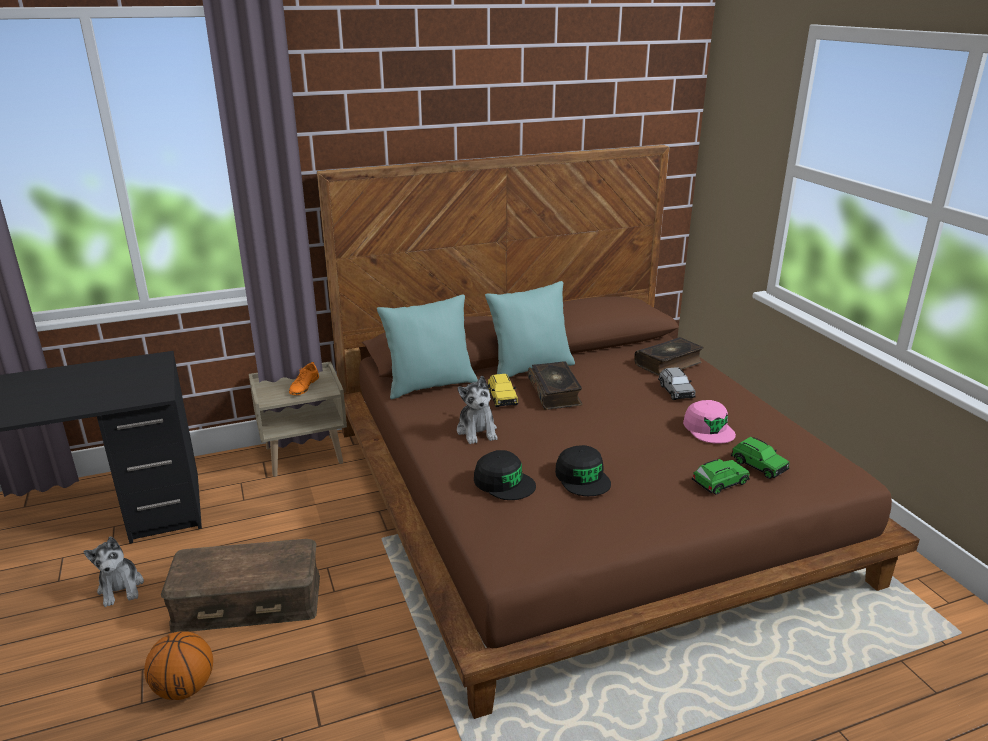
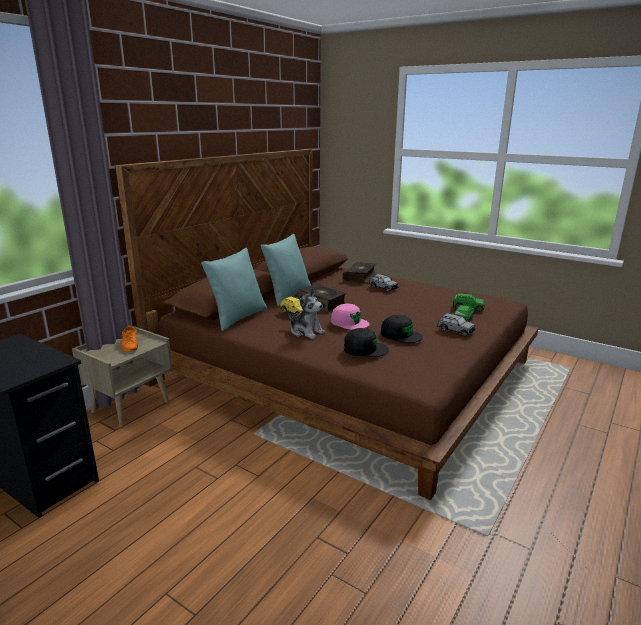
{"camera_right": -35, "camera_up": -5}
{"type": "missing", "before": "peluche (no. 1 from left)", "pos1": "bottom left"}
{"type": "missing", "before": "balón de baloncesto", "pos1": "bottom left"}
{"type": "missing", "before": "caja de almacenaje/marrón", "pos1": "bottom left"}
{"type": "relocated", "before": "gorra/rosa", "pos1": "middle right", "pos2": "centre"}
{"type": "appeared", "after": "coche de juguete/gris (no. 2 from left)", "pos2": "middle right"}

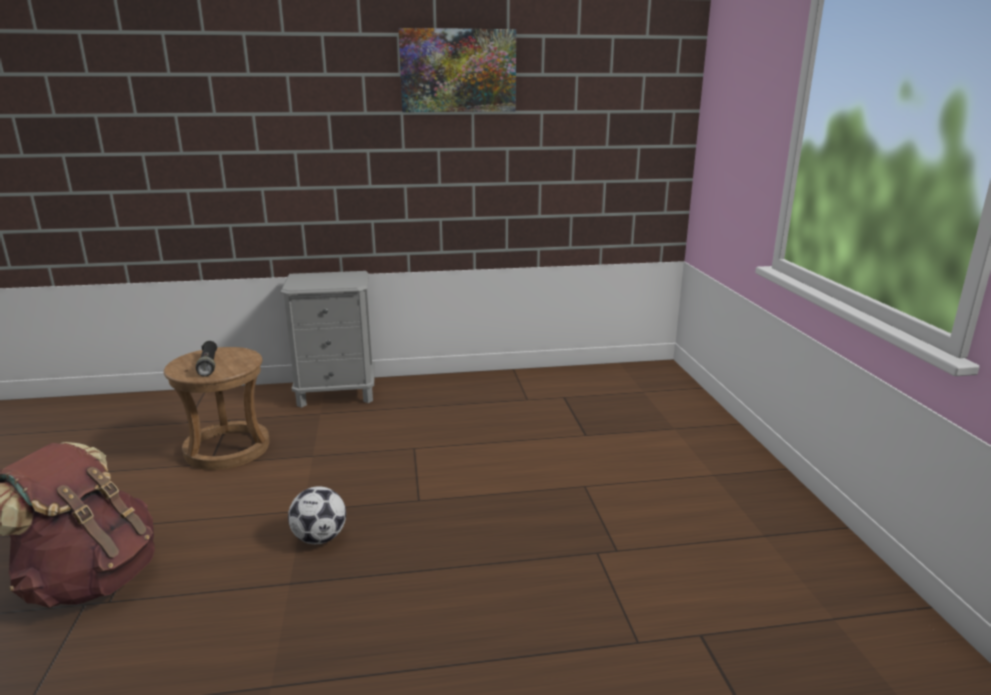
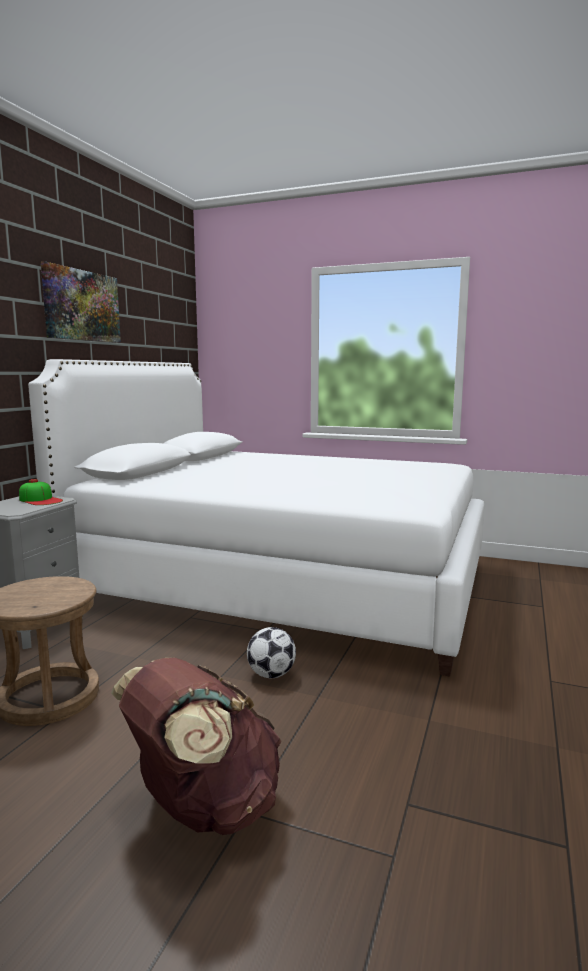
{"camera_right": -60, "camera_up": -10}
{"type": "missing", "before": "linterna/negro", "pos1": "middle left"}
{"type": "appeared", "after": "gorra", "pos2": "middle left"}
{"type": "appeared", "after": "cama/blanco", "pos2": "centre"}

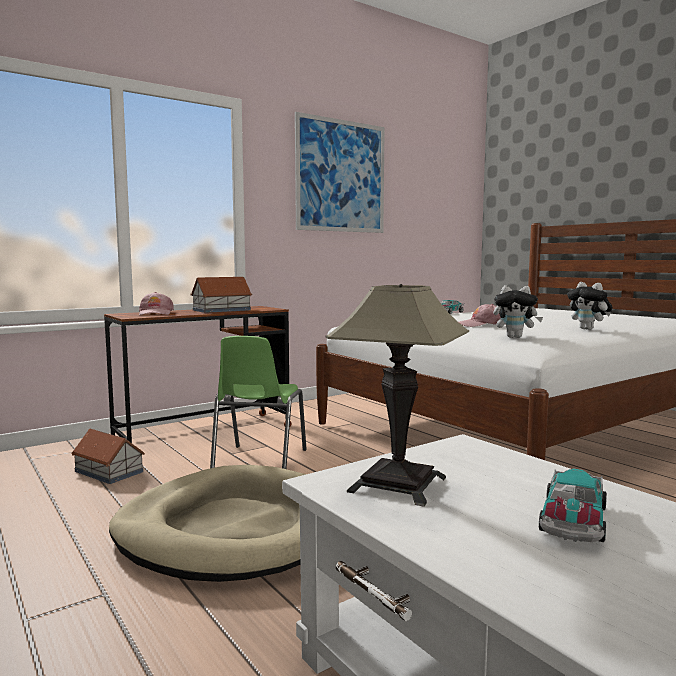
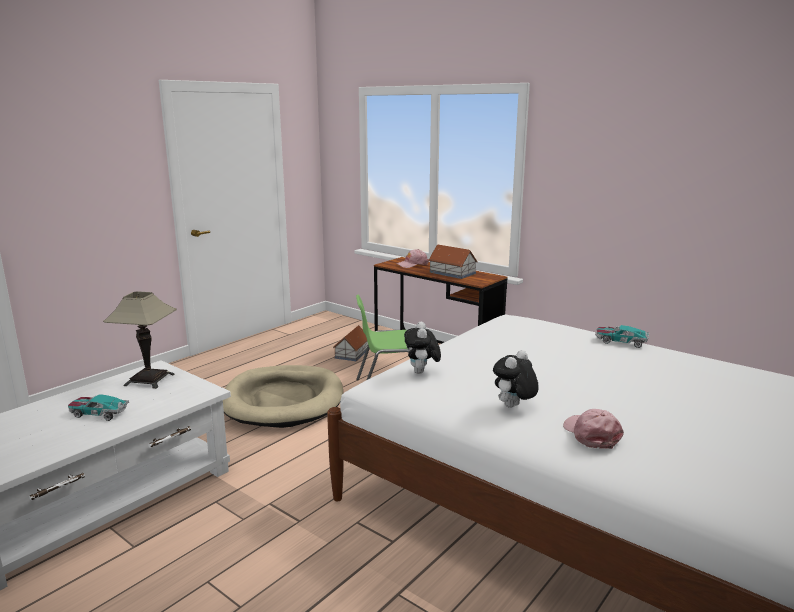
{"camera_right": 75, "camera_up": 10}
{"type": "missing", "before": "cuadro", "pos1": "top centre"}
{"type": "relocated", "before": "gorra/rosa (no. 2 from left)", "pos1": "middle right", "pos2": "bottom right"}

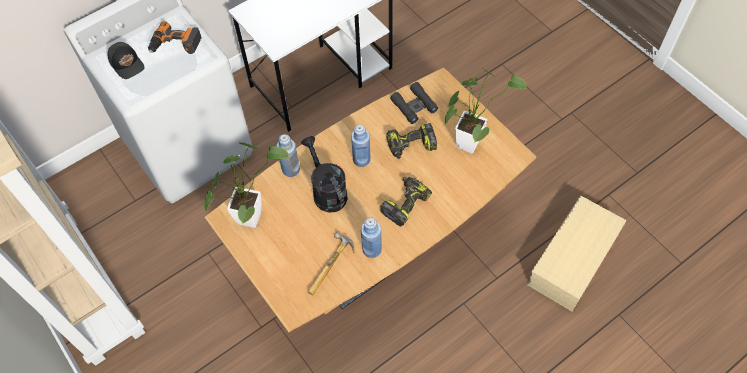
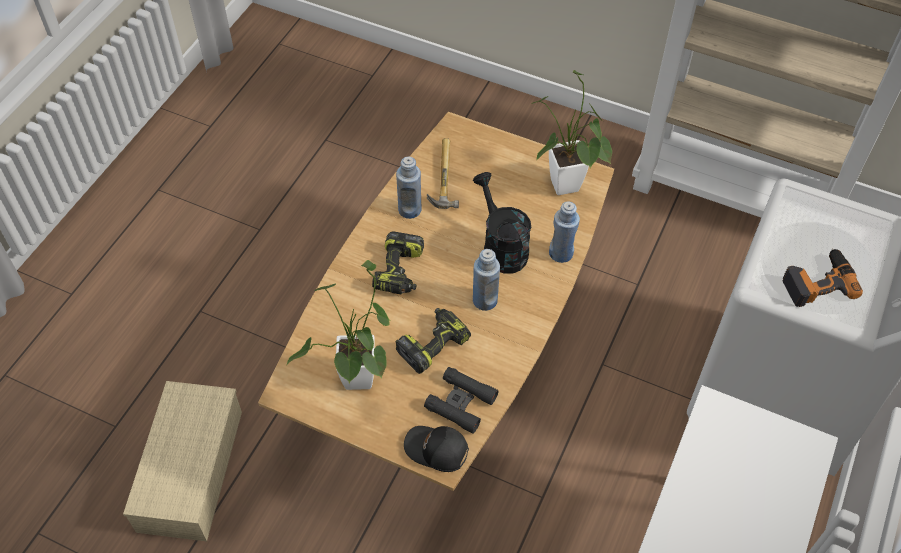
{"camera_right": 150, "camera_up": -5}
{"type": "relocated", "before": "gorra/negro", "pos1": "top left", "pos2": "bottom centre"}
{"type": "spun", "before": "regadera/negro", "pos1": "centre", "pos2": "centre", "turn": -150}

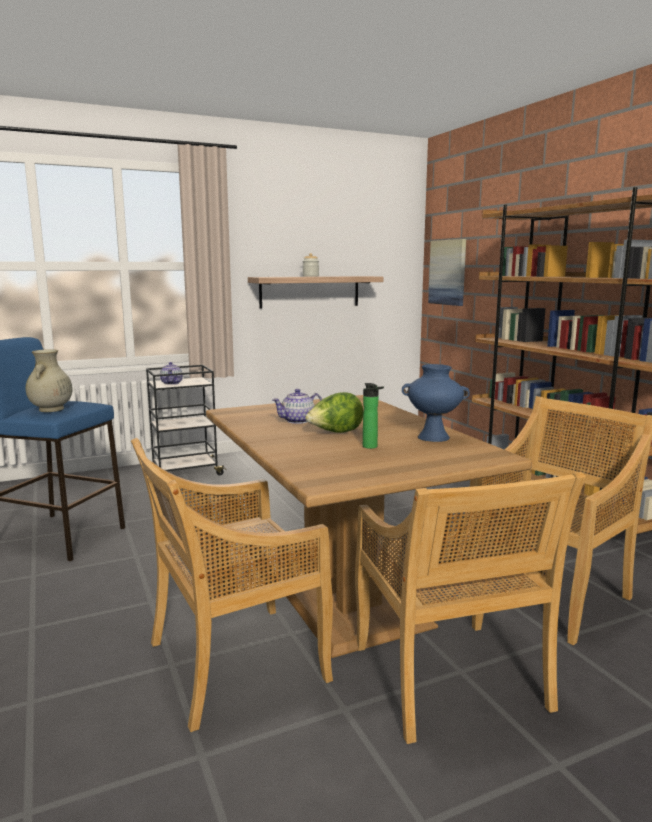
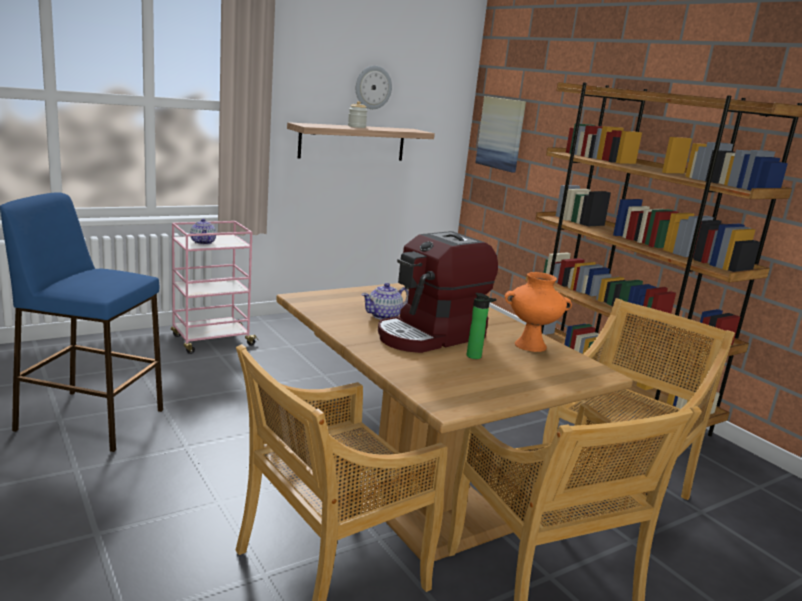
{"camera_right": -10, "camera_up": 5}
{"type": "missing", "before": "florero/beis", "pos1": "middle left"}
{"type": "colour", "before": "carrito/negro", "after": "carrito/rosa", "pos1": "middle left", "pos2": "middle left"}
{"type": "exchanged", "before": "lechuga", "after": "cafetera", "pos1": "centre", "pos2": "centre"}
{"type": "colour", "before": "florero/azul", "after": "florero/naranja", "pos1": "middle right", "pos2": "middle right"}
{"type": "appeared", "after": "reloj de pared", "pos2": "top centre"}

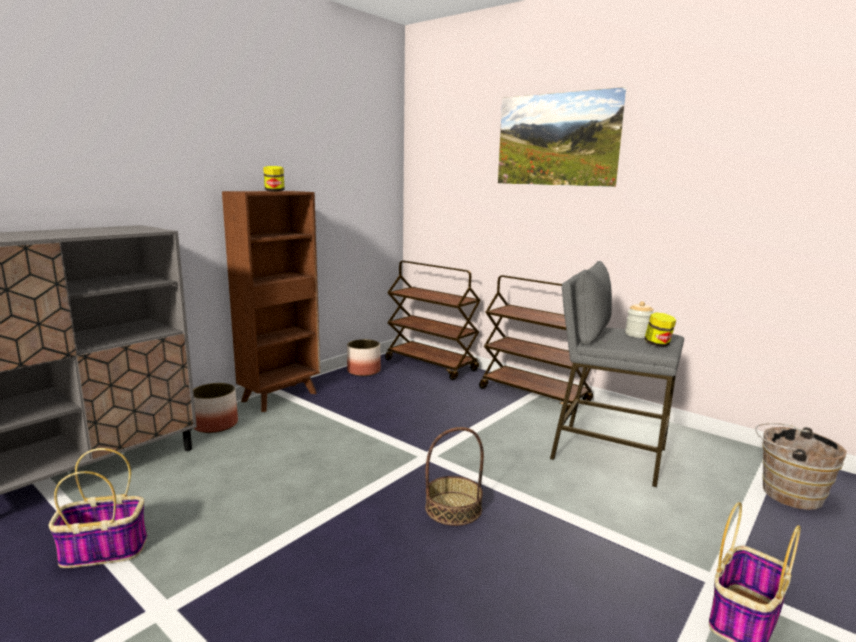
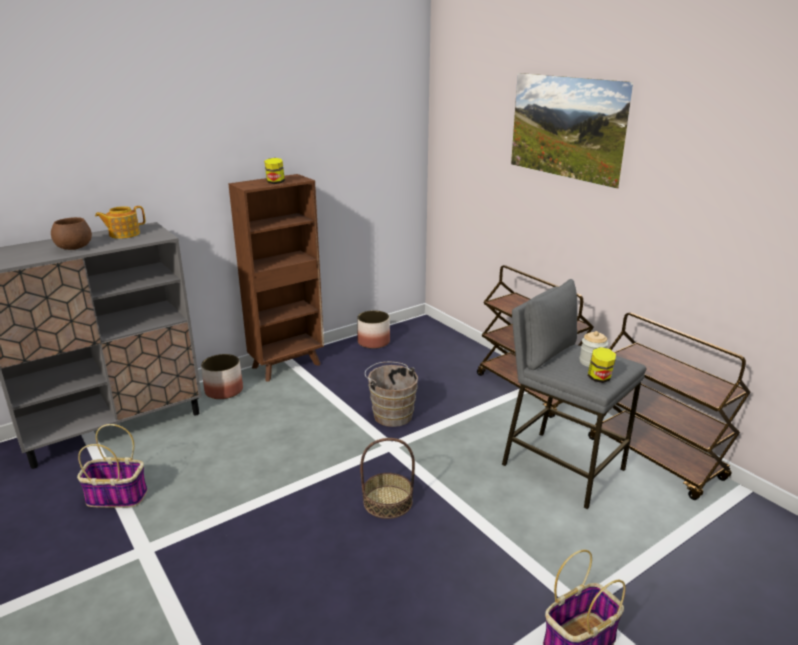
{"camera_right": 15, "camera_up": 10}
{"type": "relocated", "before": "carrito/marrón (no. 1 from left in the first image)", "after": "carrito/marrón (no. 2 from left)", "pos1": "centre", "pos2": "middle right"}
{"type": "relocated", "before": "cubo/marrón", "pos1": "bottom right", "pos2": "centre"}
{"type": "appeared", "after": "cuenco/marrón", "pos2": "middle left"}
{"type": "appeared", "after": "tetera", "pos2": "middle left"}

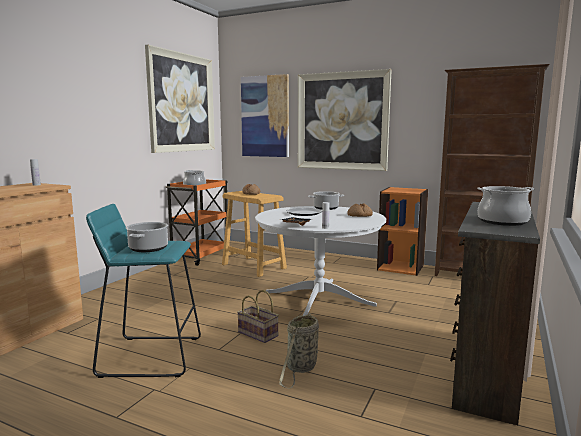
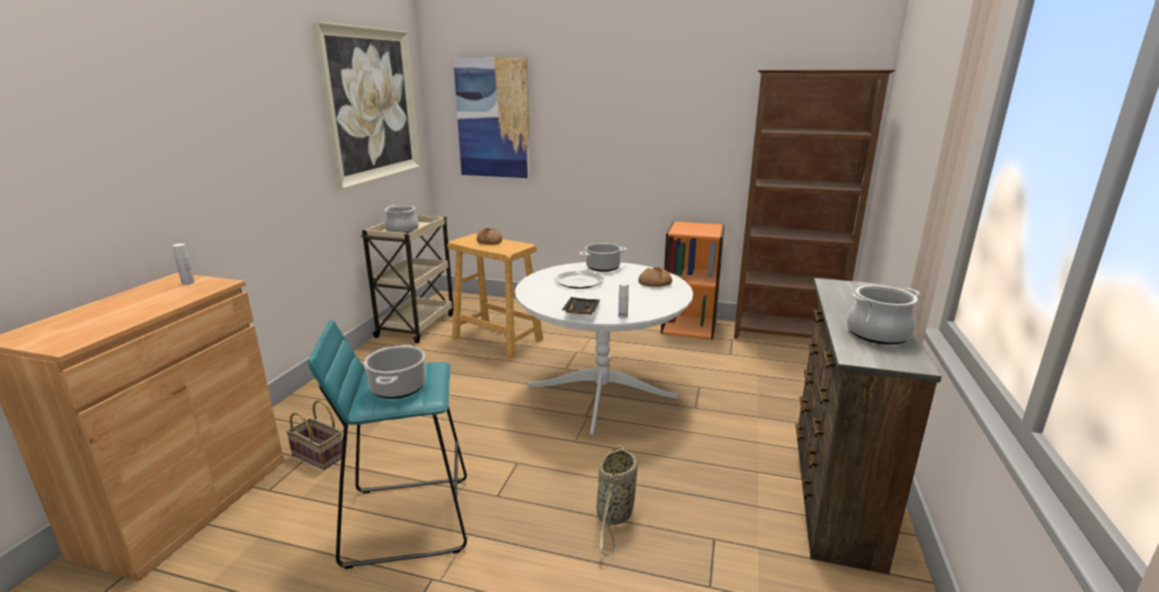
{"camera_right": -10, "camera_up": 10}
{"type": "colour", "before": "carrito/naranja", "after": "carrito/beis", "pos1": "centre", "pos2": "centre"}
{"type": "relocated", "before": "cesta (no. 1 from left)", "pos1": "bottom centre", "pos2": "bottom left"}
{"type": "missing", "before": "cuadro (no. 3 from left)", "pos1": "top centre"}

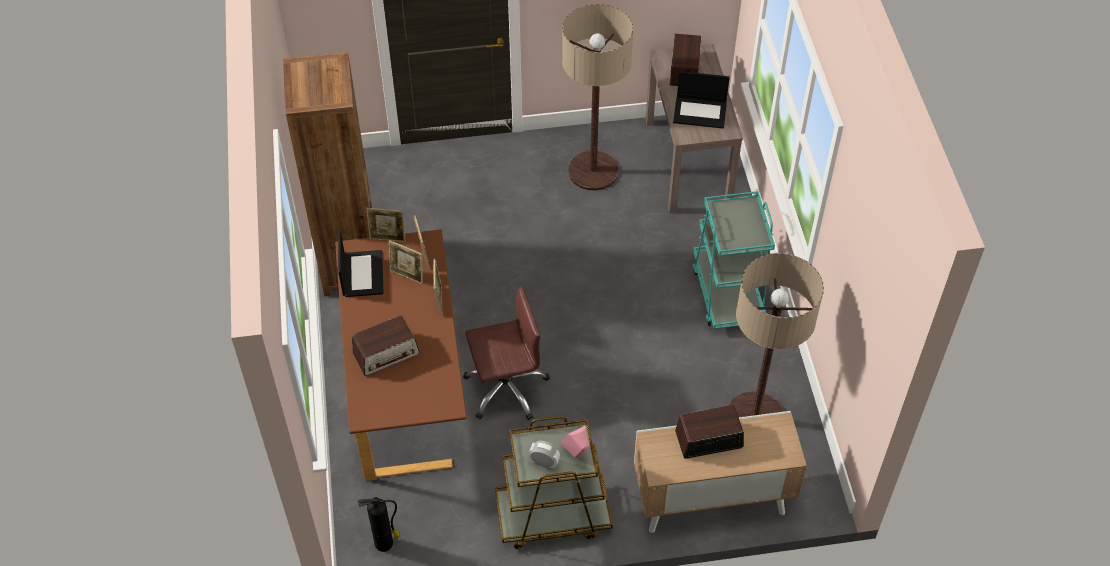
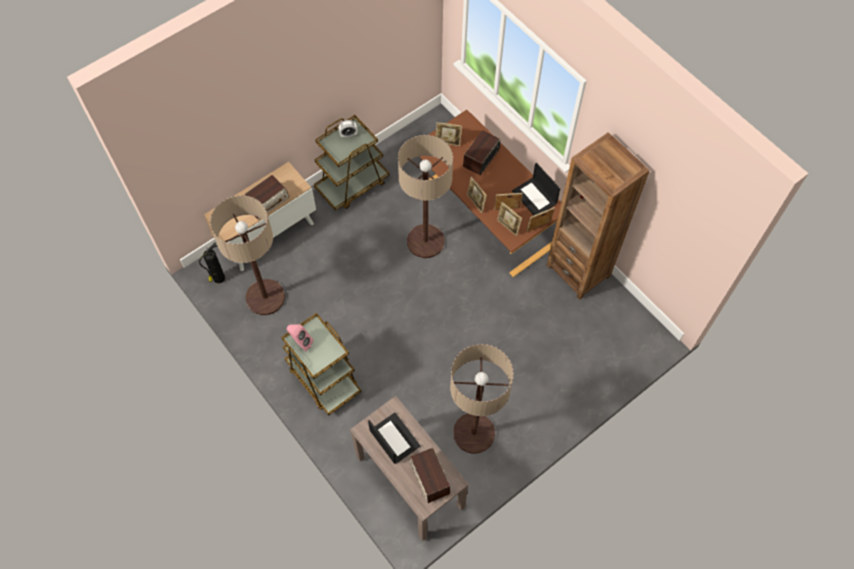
{"camera_right": 150, "camera_up": 10}
{"type": "relocated", "before": "extintor", "pos1": "bottom centre", "pos2": "middle left"}
{"type": "exchanged", "before": "silla de oficina/marrón", "after": "lámpara de pie (no. 2 from left)", "pos1": "centre", "pos2": "centre"}
{"type": "relocated", "before": "altavoz/rosa", "pos1": "bottom centre", "pos2": "centre"}
{"type": "spun", "before": "portátil (no. 2 from left in the first image)", "pos1": "top centre", "pos2": "bottom centre", "turn": 75}
{"type": "colour", "before": "carrito/turquesa", "after": "carrito/marrón (no. 1 from left)", "pos1": "centre", "pos2": "centre"}
{"type": "appeared", "after": "portarretratos (no. 1 from left)", "pos2": "top centre"}

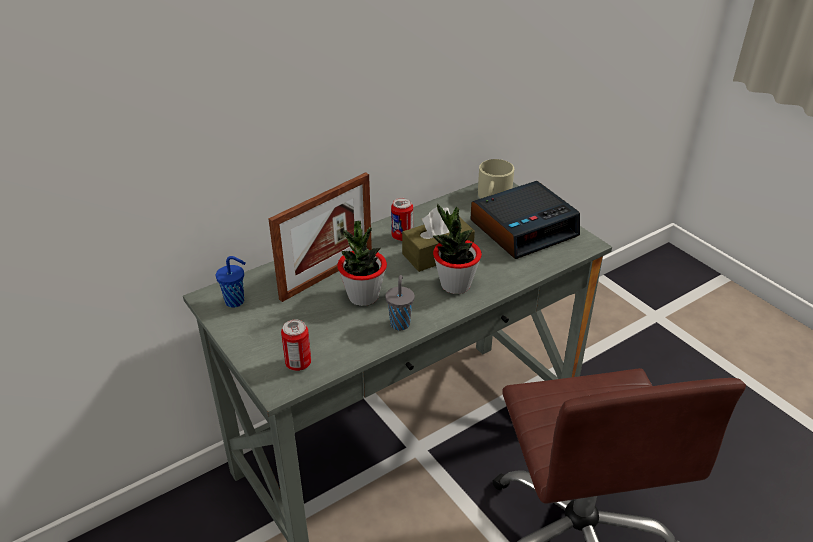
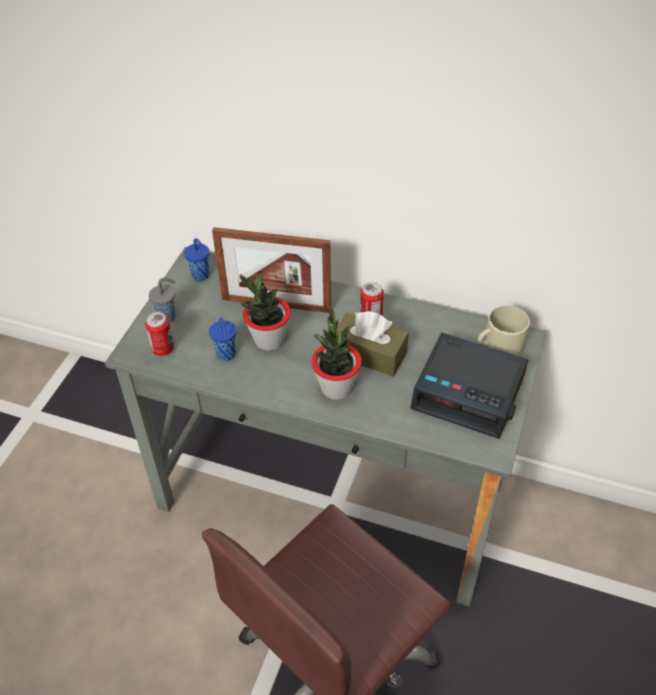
{"camera_right": 55, "camera_up": 10}
{"type": "relocated", "before": "taza/gris", "pos1": "centre", "pos2": "middle left"}
{"type": "appeared", "after": "taza/azul (no. 2 from left)", "pos2": "centre"}

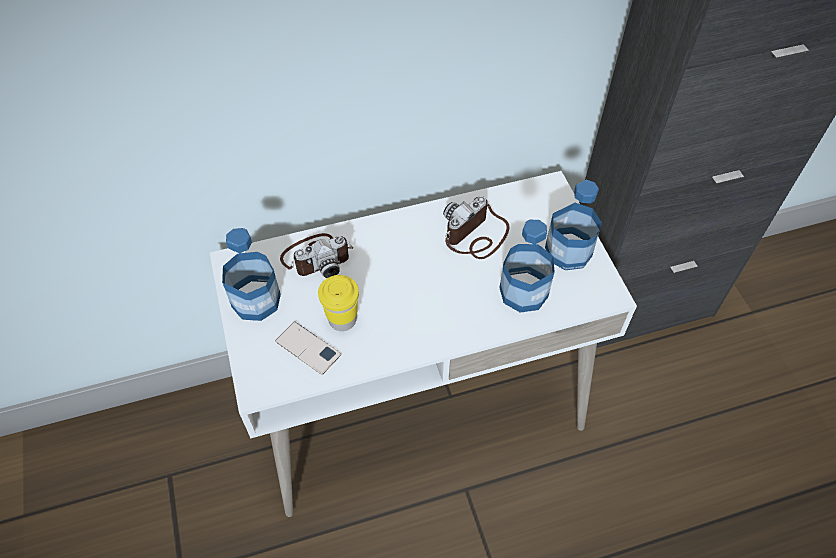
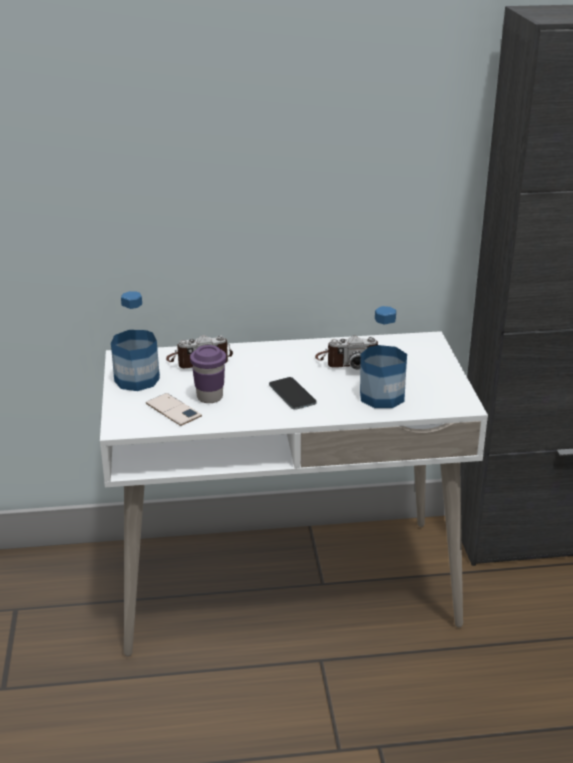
{"camera_right": 10, "camera_up": -25}
{"type": "colour", "before": "taza/amarillo", "after": "taza/morado", "pos1": "centre", "pos2": "centre"}
{"type": "spun", "before": "cámara (no. 2 from left)", "pos1": "centre", "pos2": "centre", "turn": -150}
{"type": "missing", "before": "botella (no. 3 from left)", "pos1": "middle right"}
{"type": "appeared", "after": "móvil (no. 2 from left)", "pos2": "centre"}

